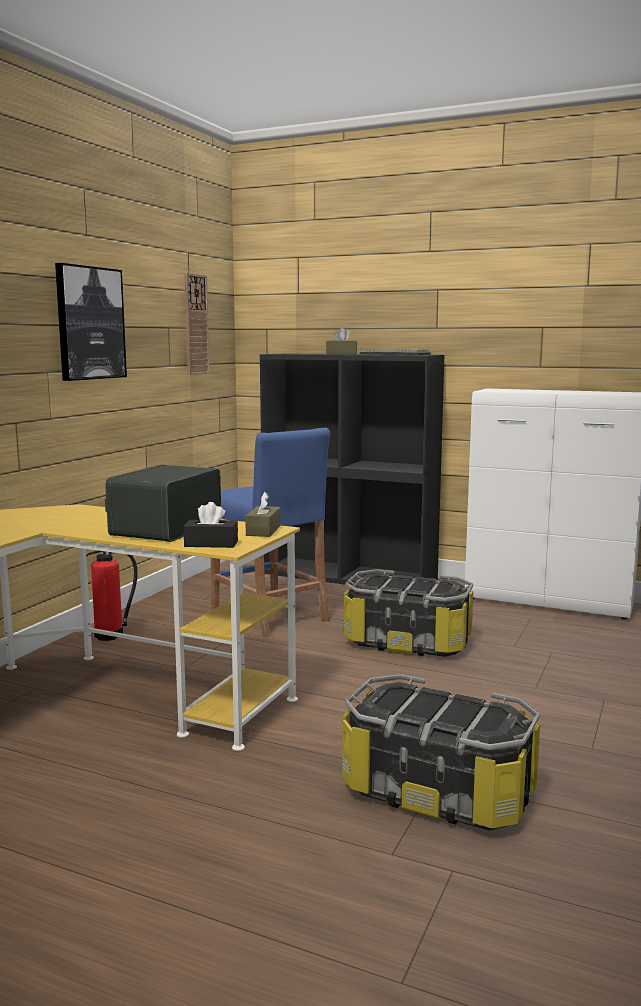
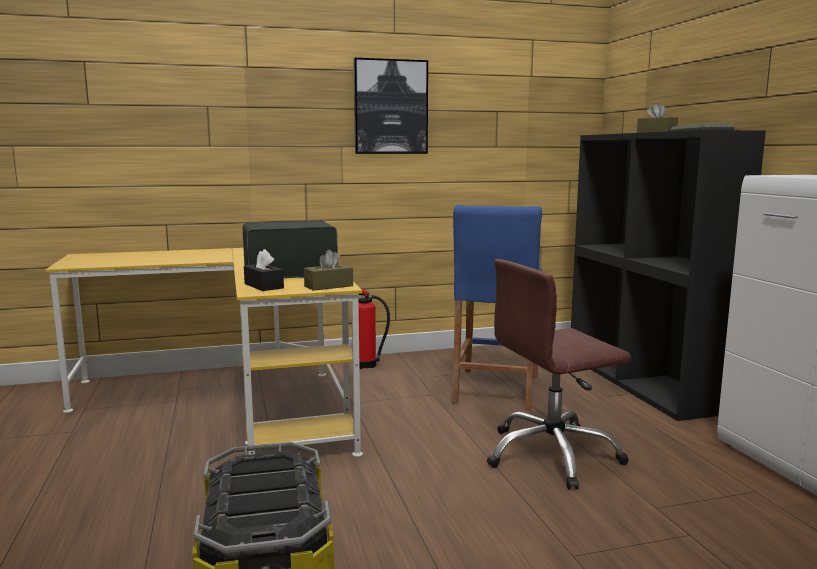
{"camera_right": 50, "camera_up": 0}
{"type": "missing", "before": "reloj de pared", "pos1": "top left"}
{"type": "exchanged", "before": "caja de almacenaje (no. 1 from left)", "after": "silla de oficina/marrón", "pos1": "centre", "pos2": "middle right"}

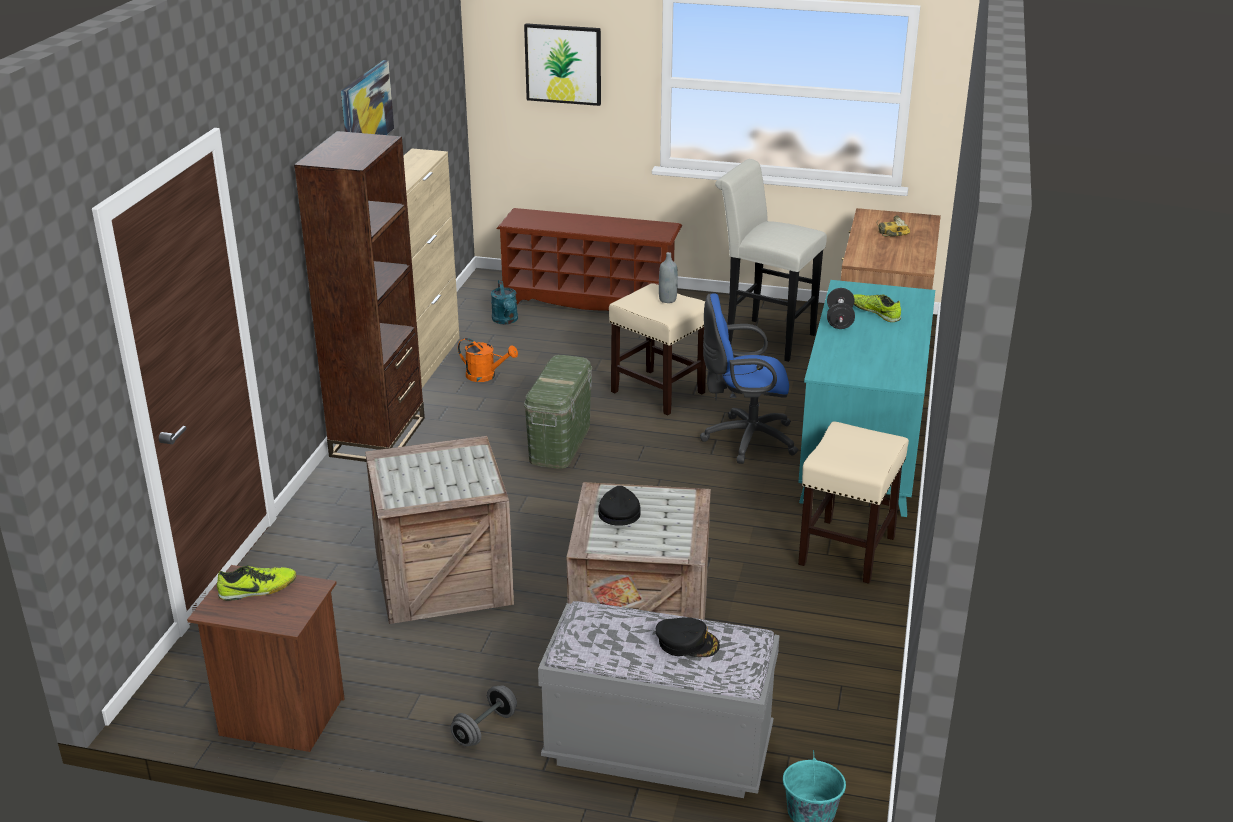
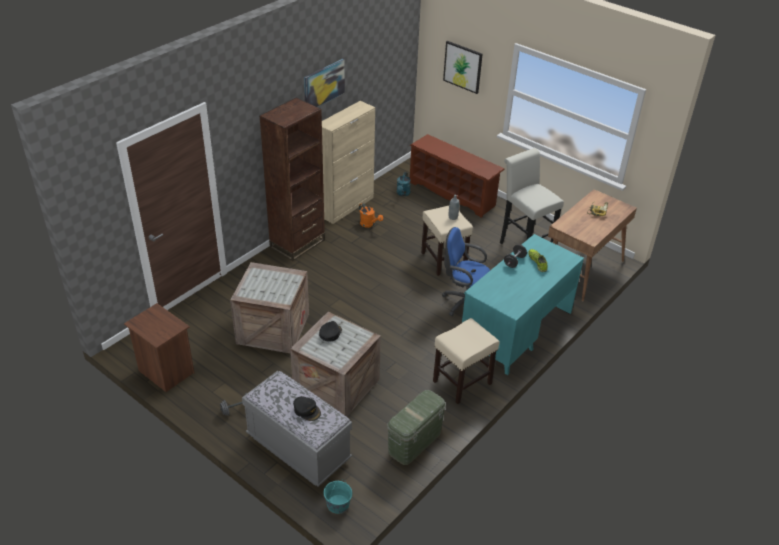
{"camera_right": 25, "camera_up": 10}
{"type": "missing", "before": "zapato (no. 1 from left)", "pos1": "bottom left"}
{"type": "relocated", "before": "caja de almacenaje/verde", "pos1": "centre", "pos2": "bottom centre"}

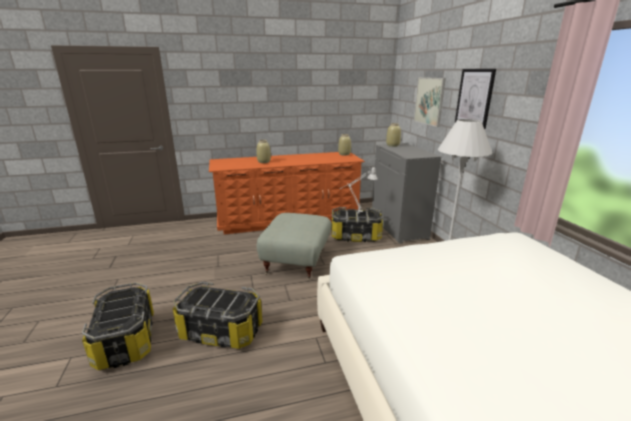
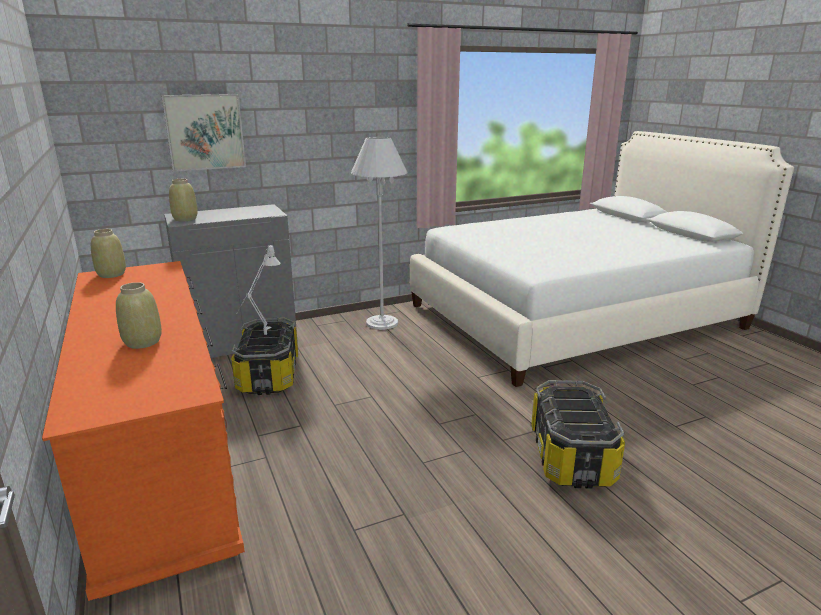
{"camera_right": -100, "camera_up": 0}
{"type": "missing", "before": "caja de almacenaje (no. 1 from left)", "pos1": "bottom left"}
{"type": "missing", "before": "puf/gris", "pos1": "centre"}
{"type": "missing", "before": "cuadro (no. 2 from left)", "pos1": "top right"}

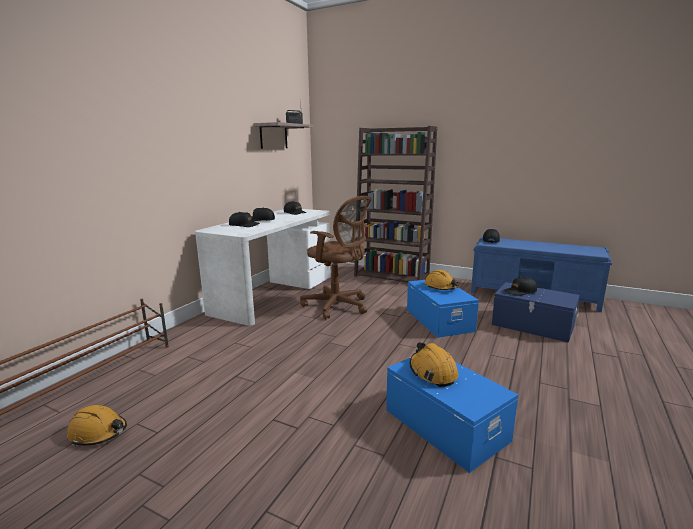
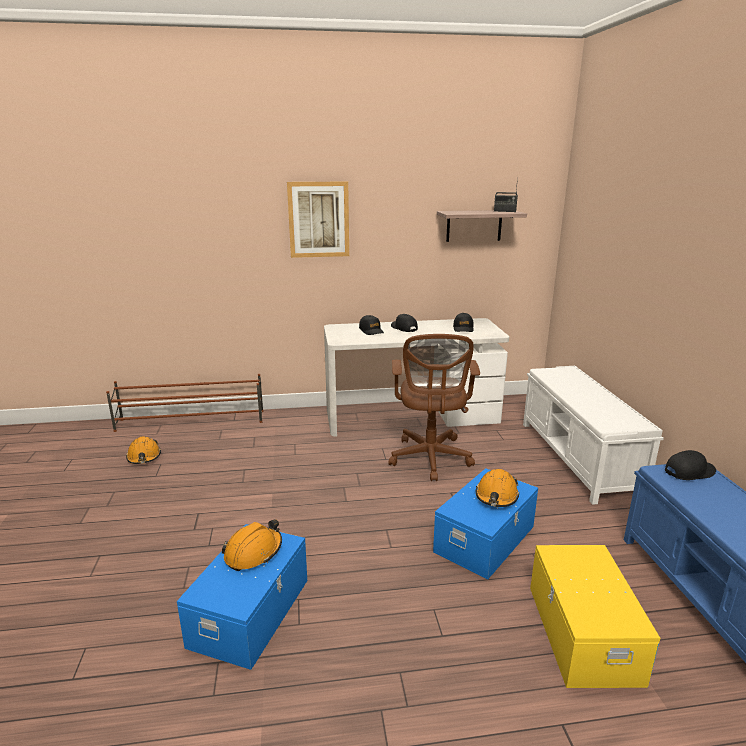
{"camera_right": 55, "camera_up": 5}
{"type": "exchanged", "before": "estantería/marrón", "after": "banco/blanco", "pos1": "centre", "pos2": "middle right"}
{"type": "colour", "before": "caja de almacenaje/azul (no. 3 from left)", "after": "caja de almacenaje/amarillo", "pos1": "middle right", "pos2": "bottom right"}
{"type": "missing", "before": "gorra/negro (no. 5 from left)", "pos1": "middle right"}
{"type": "appeared", "after": "cuadro", "pos2": "top centre"}

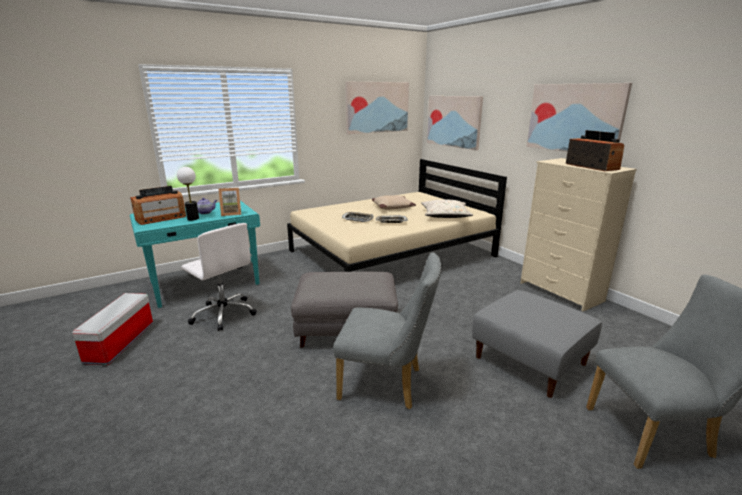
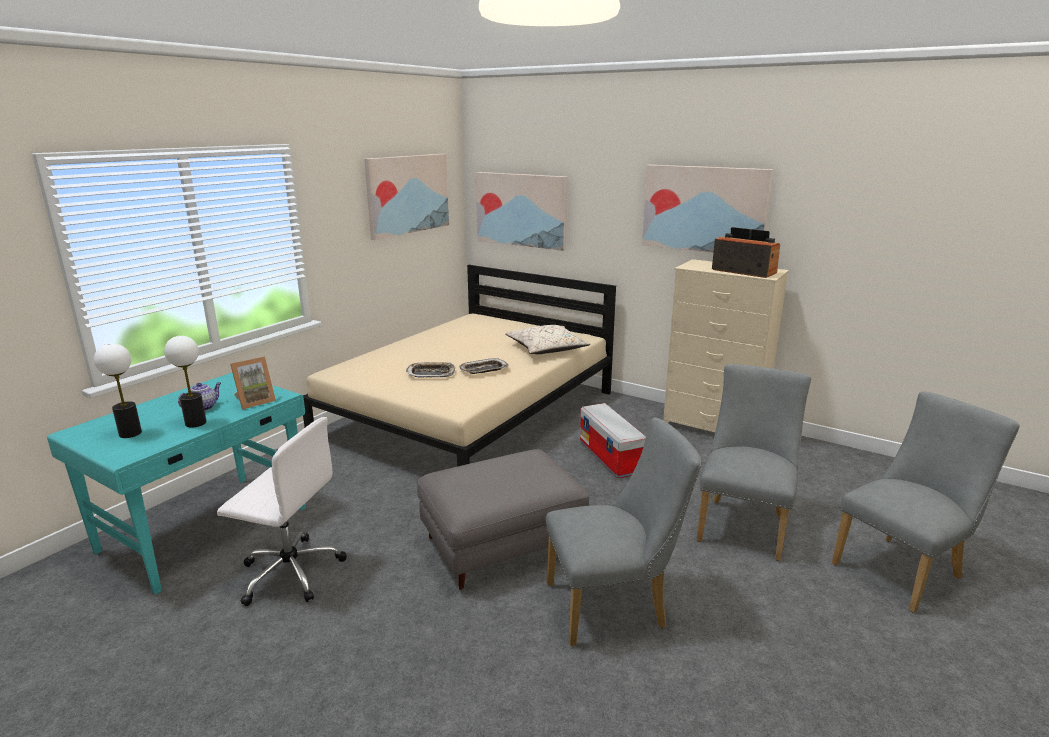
{"camera_right": -25, "camera_up": 0}
{"type": "relocated", "before": "caja de almacenaje", "pos1": "middle left", "pos2": "centre"}
{"type": "exchanged", "before": "radio (no. 1 from left)", "after": "lámpara de mesa (no. 1 from left)", "pos1": "middle left", "pos2": "middle left"}
{"type": "missing", "before": "cojín/beis (no. 1 from left)", "pos1": "centre"}
{"type": "exchanged", "before": "puf/gris (no. 2 from left)", "after": "silla/gris (no. 2 from left)", "pos1": "bottom right", "pos2": "middle right"}

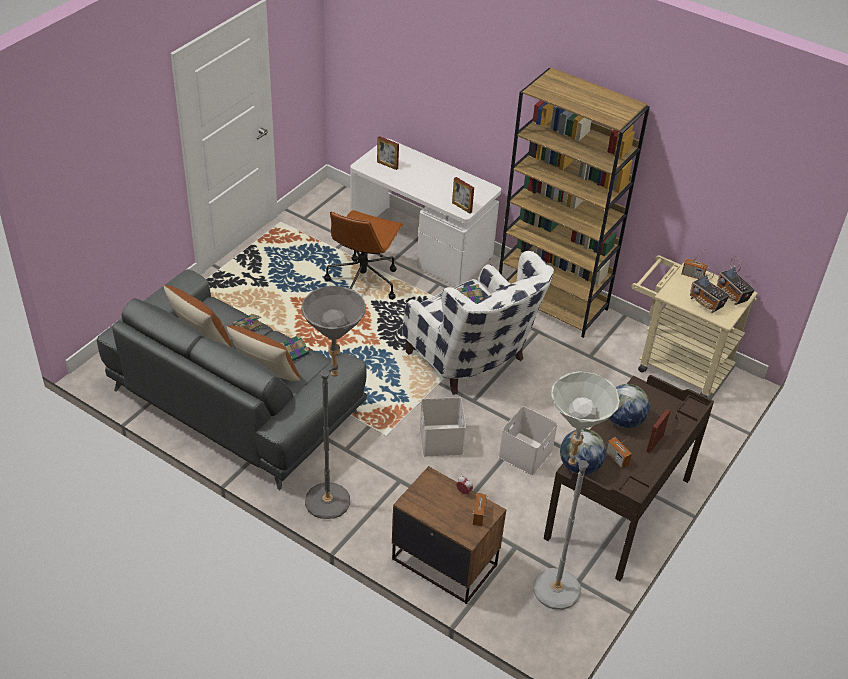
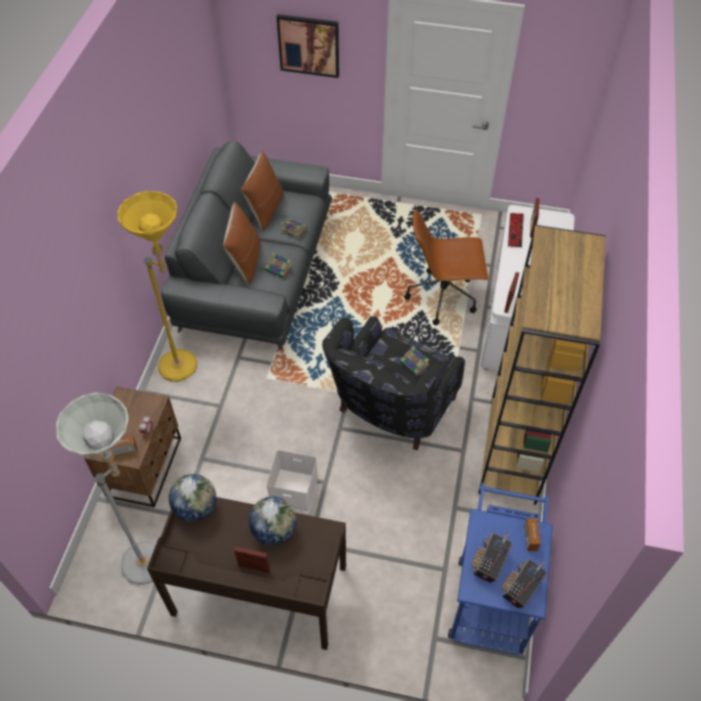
{"camera_right": 70, "camera_up": 10}
{"type": "colour", "before": "lámpara de pie/gris (no. 1 from left)", "after": "lámpara de pie/amarillo", "pos1": "centre", "pos2": "middle left"}
{"type": "colour", "before": "sillón/blanco", "after": "sillón/negro", "pos1": "centre", "pos2": "centre"}
{"type": "missing", "before": "caja de almacenaje/blanco (no. 1 from left)", "pos1": "centre"}
{"type": "missing", "before": "radio (no. 2 from left)", "pos1": "middle right"}
{"type": "colour", "before": "carrito/beis", "after": "carrito/azul", "pos1": "middle right", "pos2": "bottom right"}
{"type": "appeared", "after": "cuadro", "pos2": "top centre"}
{"type": "appeared", "after": "teclado", "pos2": "top right"}

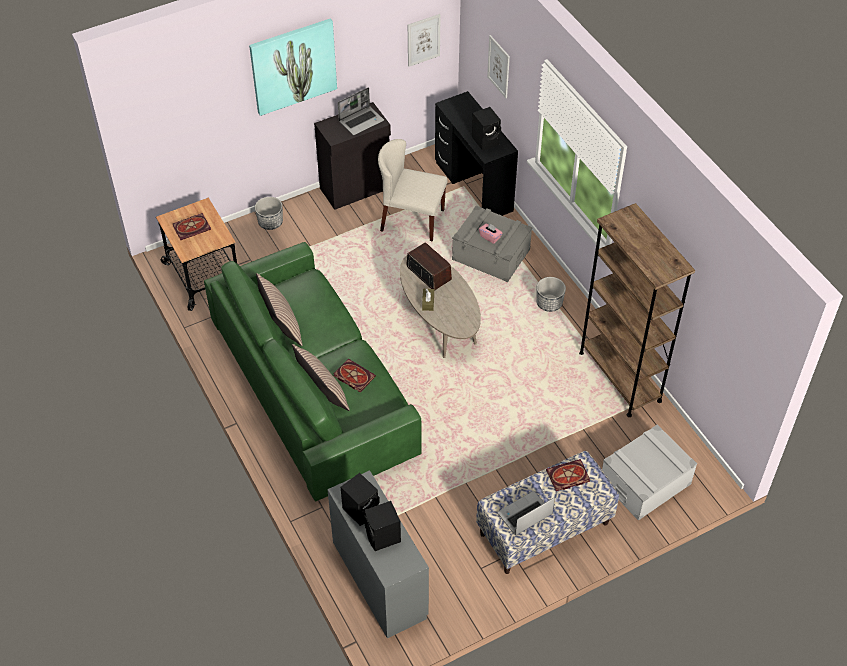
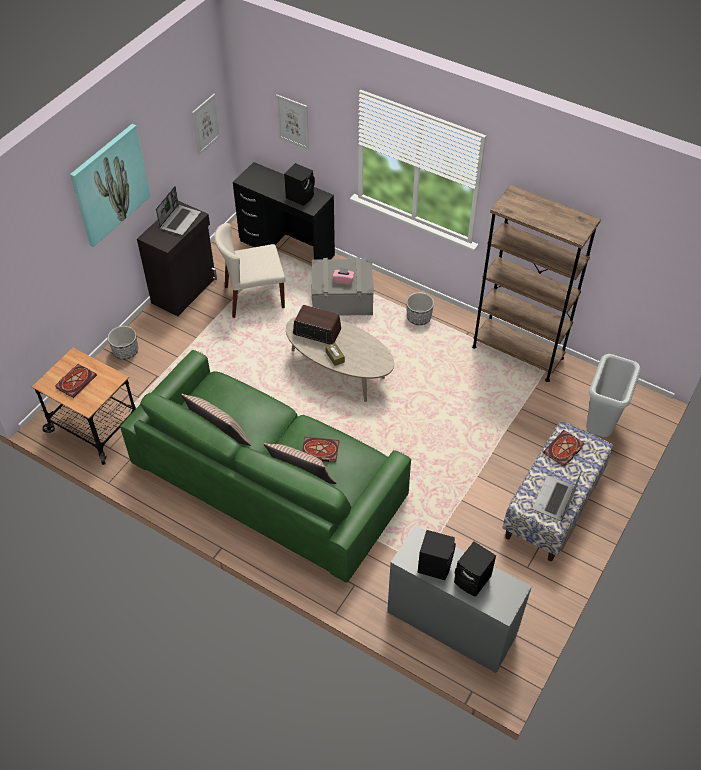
{"camera_right": -30, "camera_up": 0}
{"type": "exchanged", "before": "caja de almacenaje/gris (no. 2 from left)", "after": "papelera/gris", "pos1": "bottom right", "pos2": "middle right"}

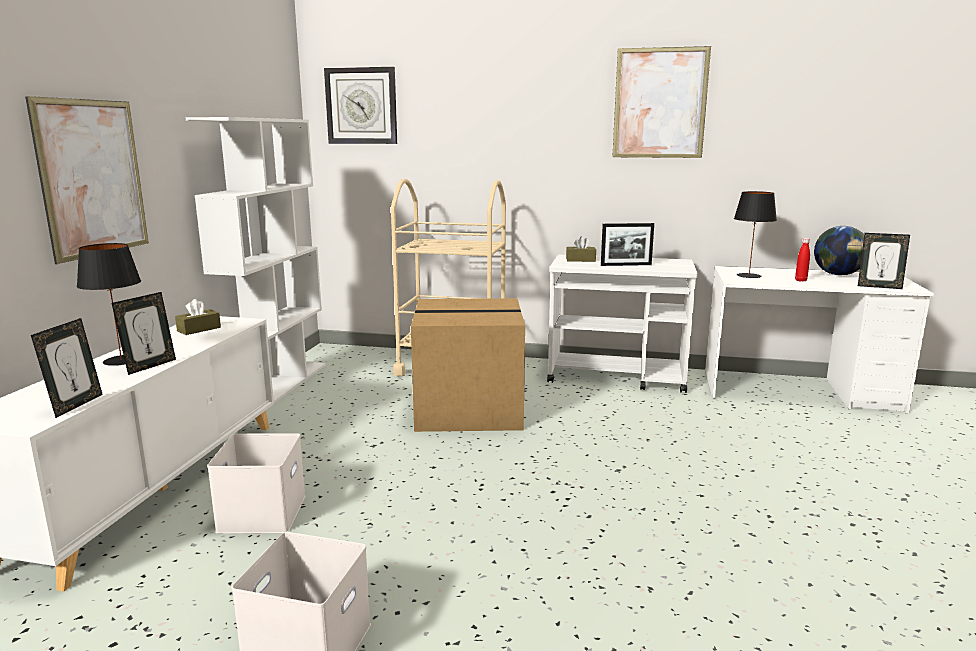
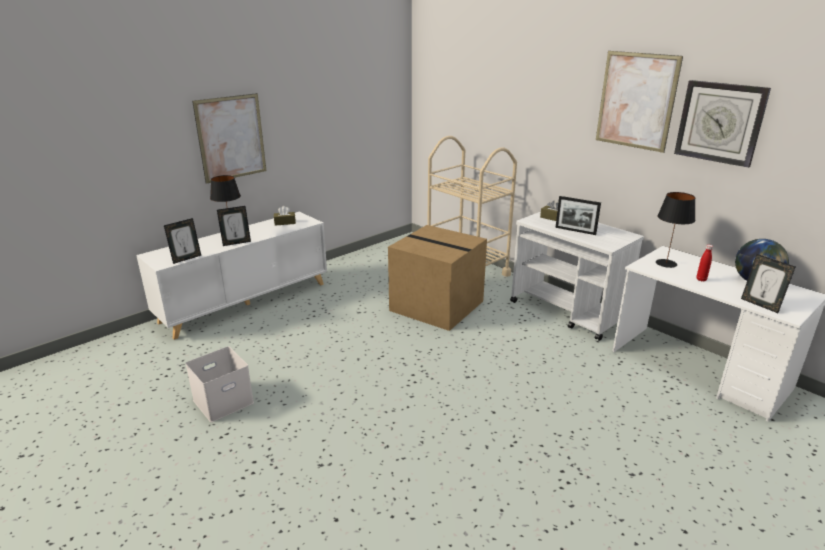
{"camera_right": 35, "camera_up": 10}
{"type": "missing", "before": "estantería/blanco", "pos1": "middle left"}
{"type": "missing", "before": "caja de almacenaje/blanco (no. 1 from left)", "pos1": "bottom left"}
{"type": "relocated", "before": "reloj de pared", "pos1": "top centre", "pos2": "top right"}

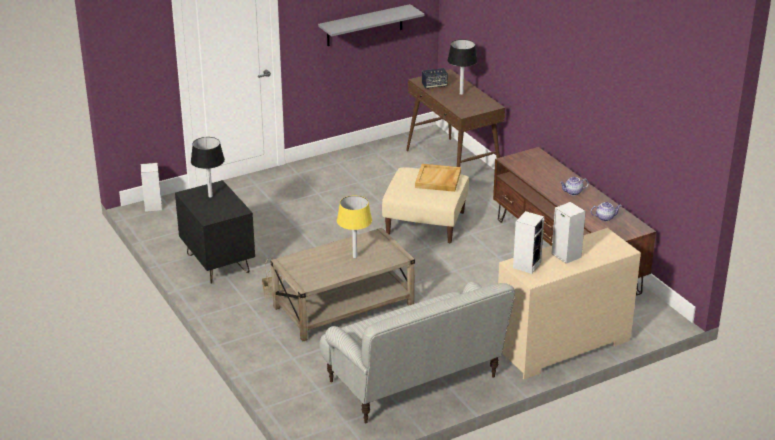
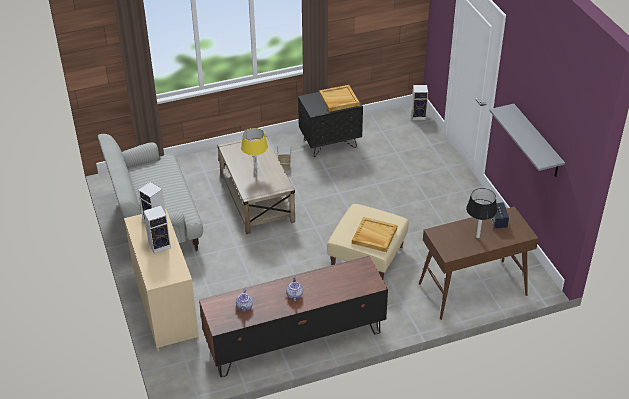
{"camera_right": 100, "camera_up": 10}
{"type": "exchanged", "before": "lámpara de mesa/negro (no. 1 from left)", "after": "bandeja/beis (no. 1 from left)", "pos1": "middle left", "pos2": "top centre"}

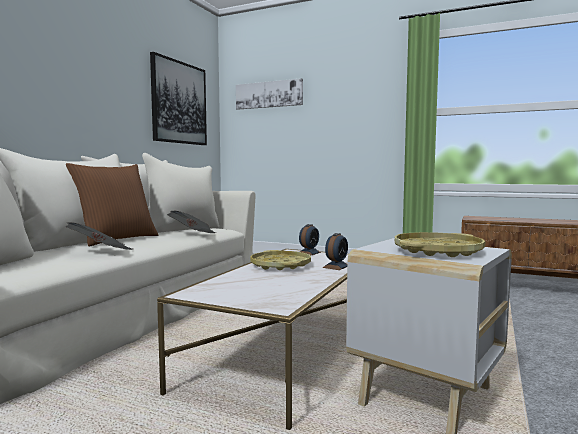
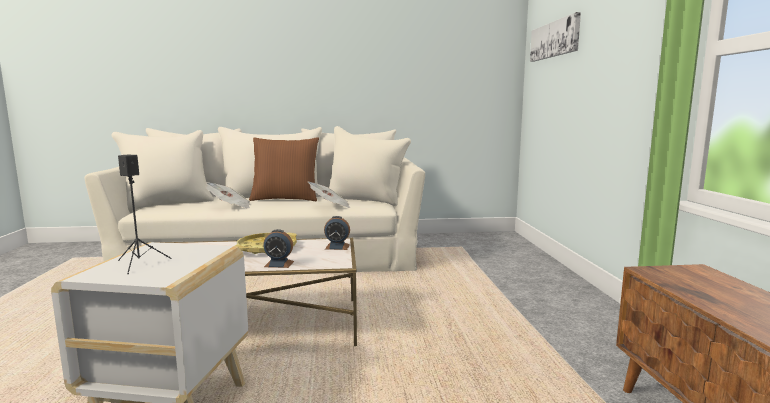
{"camera_right": 60, "camera_up": 5}
{"type": "missing", "before": "cuadro (no. 1 from left)", "pos1": "top left"}
{"type": "exchanged", "before": "bandeja/amarillo (no. 2 from left)", "after": "altavoz/negro", "pos1": "middle right", "pos2": "middle left"}

